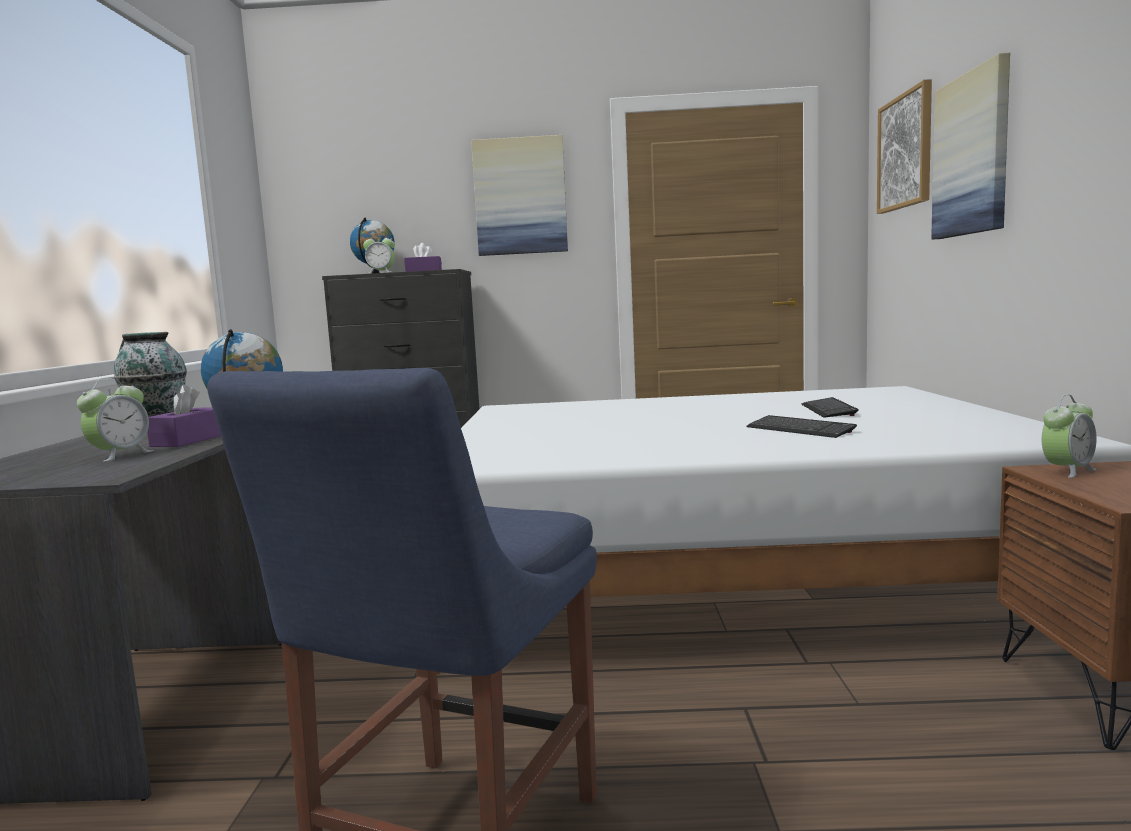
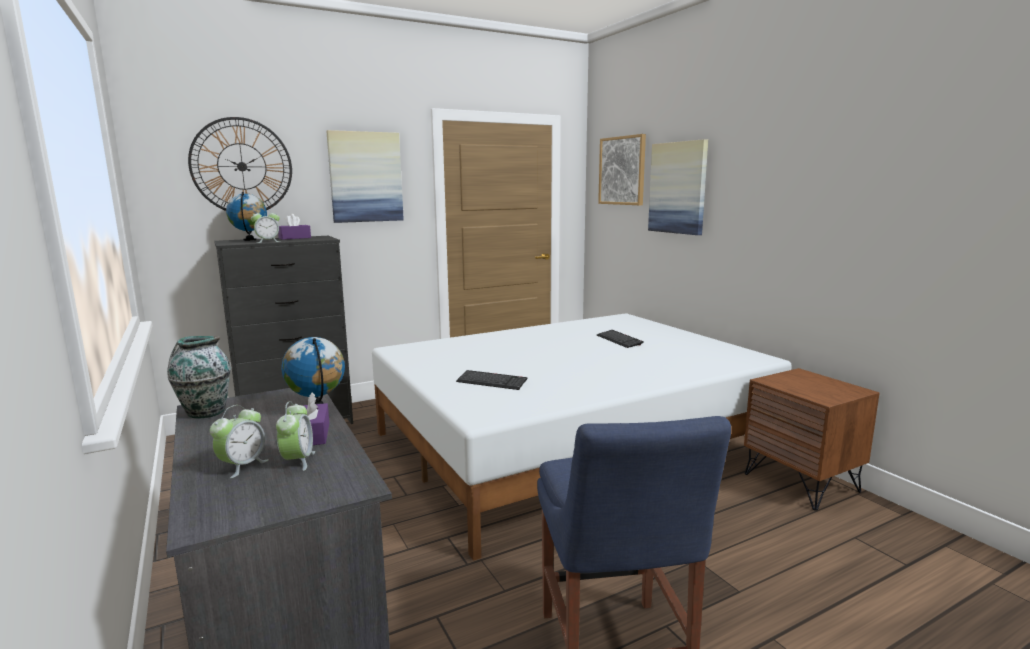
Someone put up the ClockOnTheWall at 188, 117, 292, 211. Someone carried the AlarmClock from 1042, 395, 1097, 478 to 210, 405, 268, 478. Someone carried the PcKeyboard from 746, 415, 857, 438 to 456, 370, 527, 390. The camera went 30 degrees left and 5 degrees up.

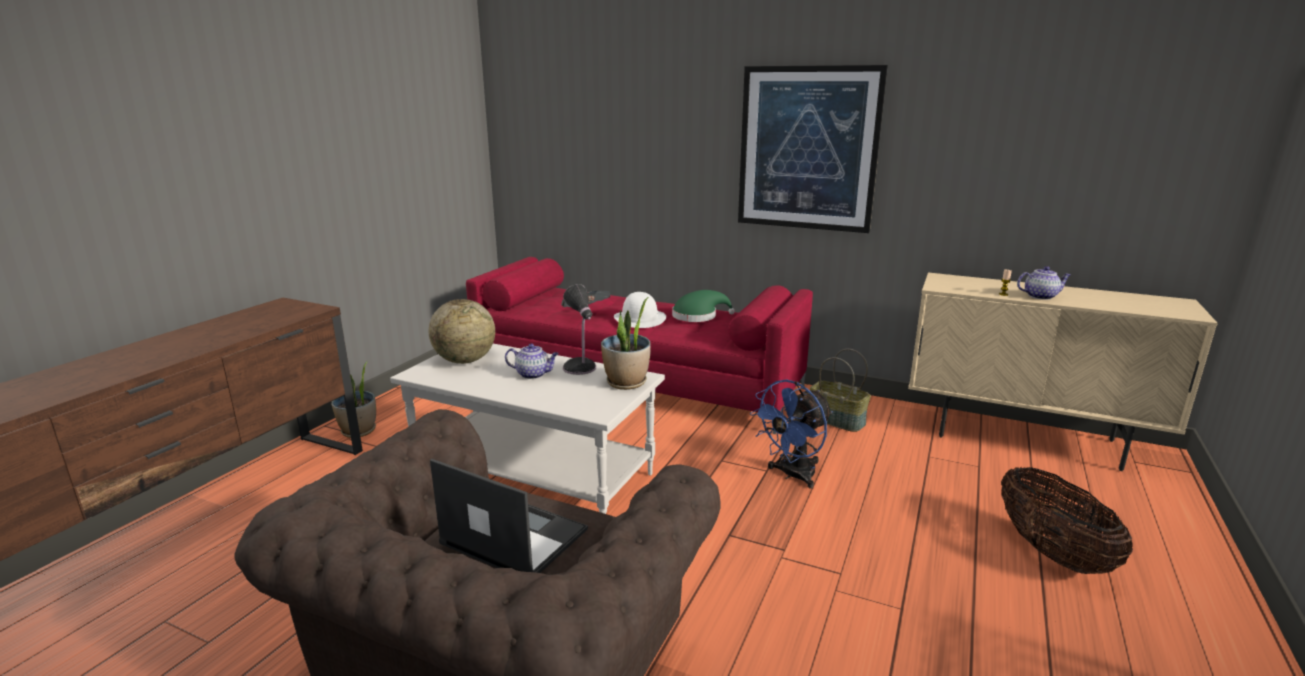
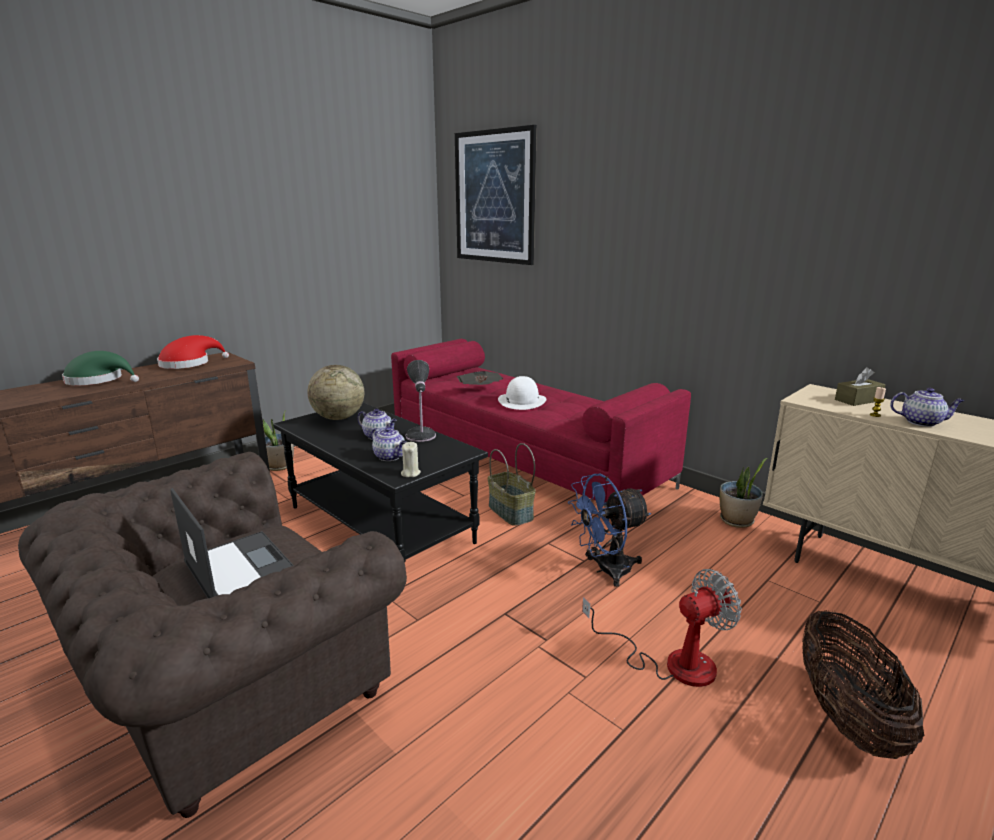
Someone carried the GreenColouredClothingHat from 672, 290, 735, 322 to 62, 351, 139, 385. Someone put down the ReddishClothingHat at 157, 335, 229, 369. Someone repainted the WhiteColouredLowTable at 390, 344, 665, 514, which became the BlackLowTable at 273, 403, 488, 562. Someone put down the PotForTea at 372, 427, 406, 461. Someone put down the BeigeWaxLight at 401, 442, 421, 477. Someone carried the Picture from 738, 65, 888, 233 to 455, 125, 537, 265. Someone carried the StorageBasket from 810, 349, 871, 432 to 488, 443, 536, 526. Someone put down the CoolingFan at 582, 569, 742, 687. Someone carried the PlantInAPot from 601, 297, 651, 390 to 720, 458, 767, 528. Someone put down the BrownTissueBox at 835, 368, 885, 406. The camera went 20 degrees right and 0 degrees up.

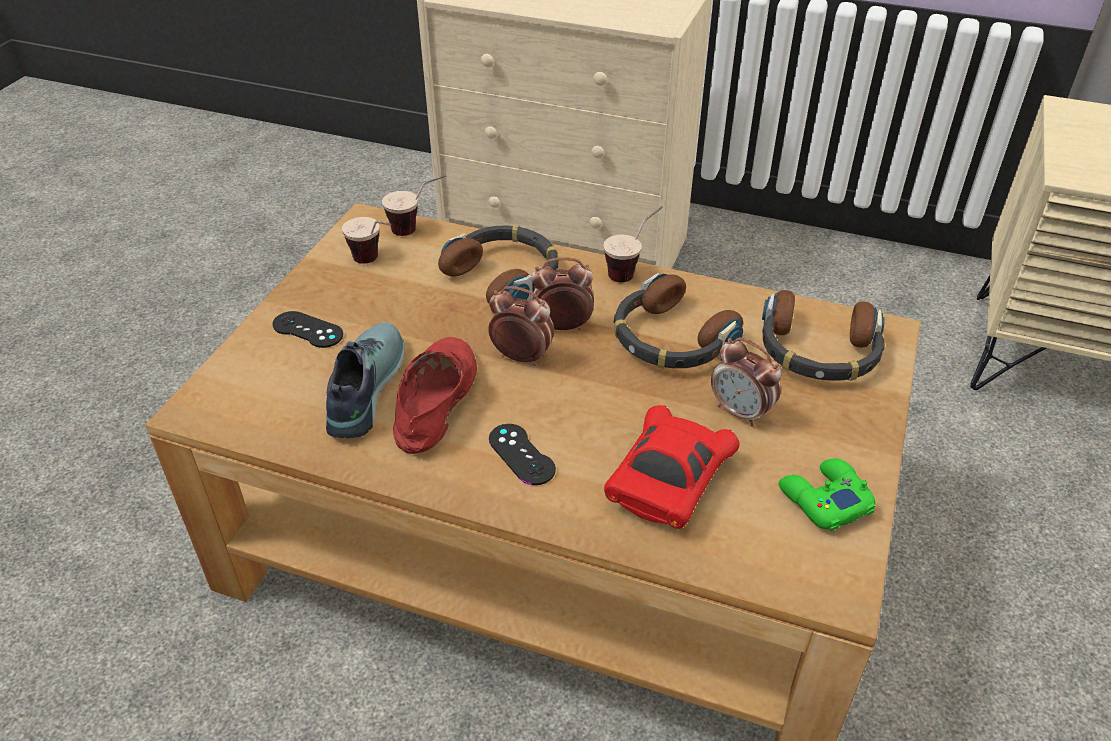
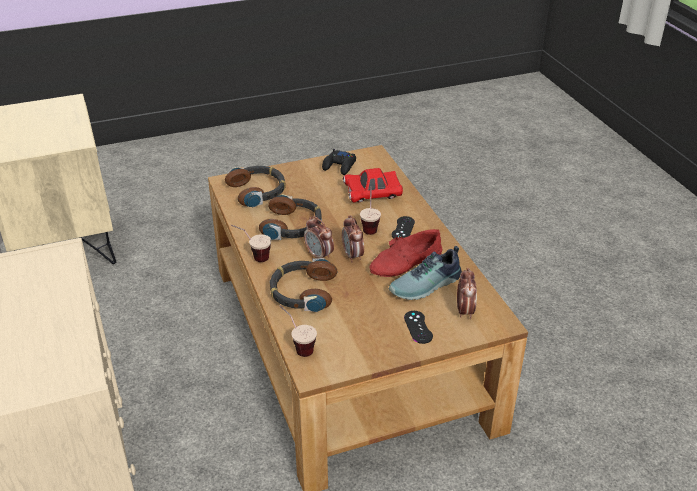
Someone repainted the GreenColouredGamepad at 779, 458, 876, 531, which became the BlackGamepad at 322, 149, 356, 175. Someone carried the Cup from 342, 217, 391, 264 to 360, 187, 381, 235. Someone carried the AlarmClock from 711, 337, 782, 427 to 457, 268, 477, 319. The camera went 130 degrees left and 5 degrees down.

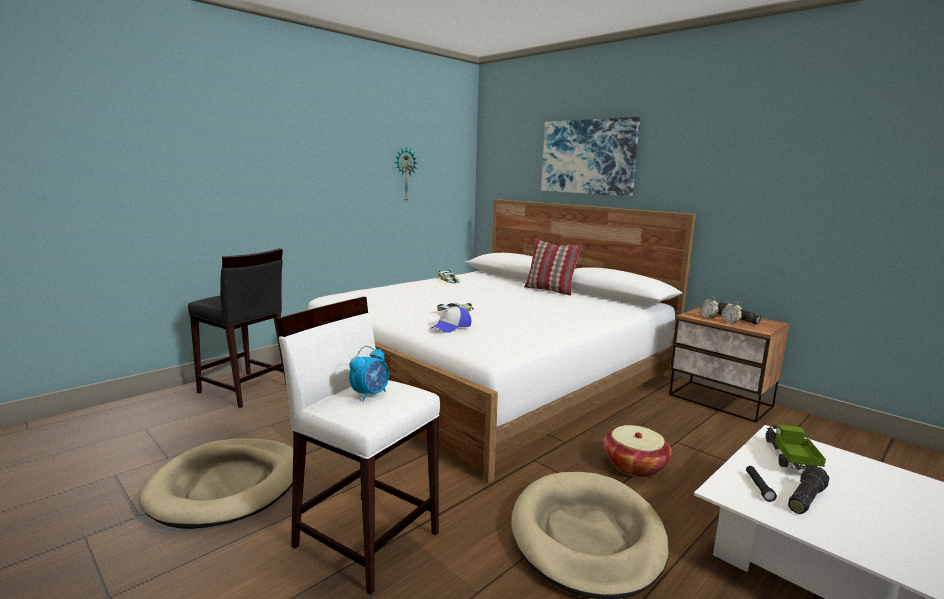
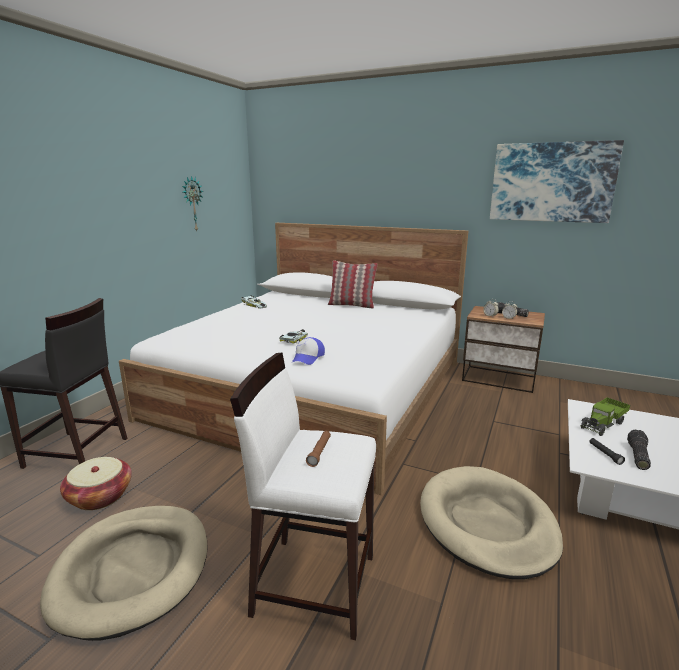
Someone carried the StorageBasket from 603, 425, 671, 477 to 60, 457, 132, 510. Someone swapped the AlarmClock at 349, 346, 389, 401 for the BrownHandTorch at 306, 431, 331, 467. Someone carried the Picture from 541, 117, 640, 196 to 490, 140, 624, 223. Someone rotated the ModelTruck at 766, 425, 826, 470 by 120 degrees counterclockwise. The camera went 20 degrees left and 5 degrees up.

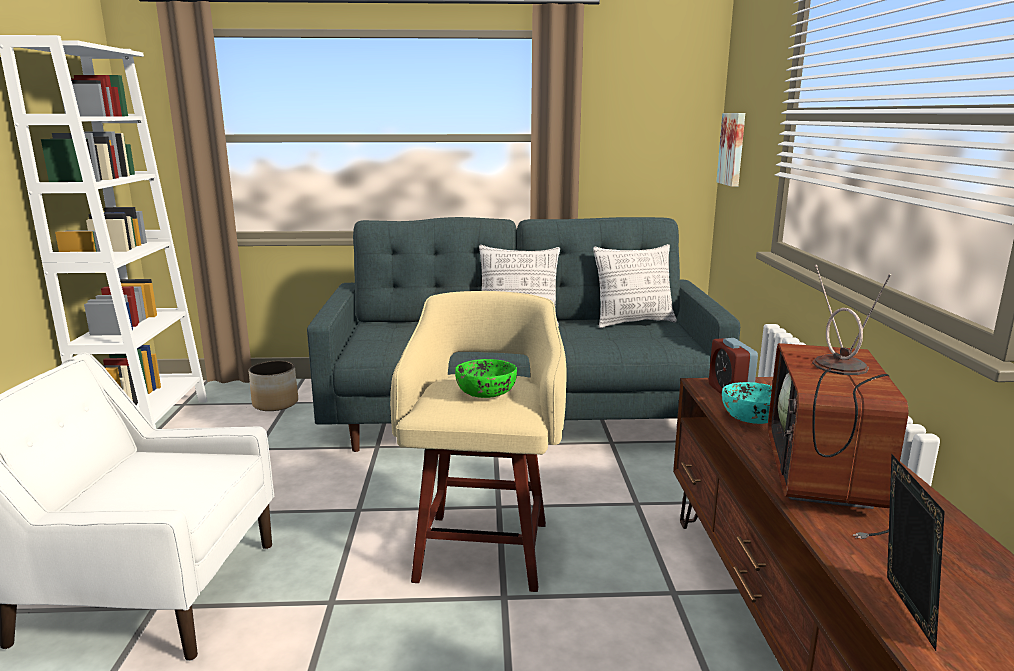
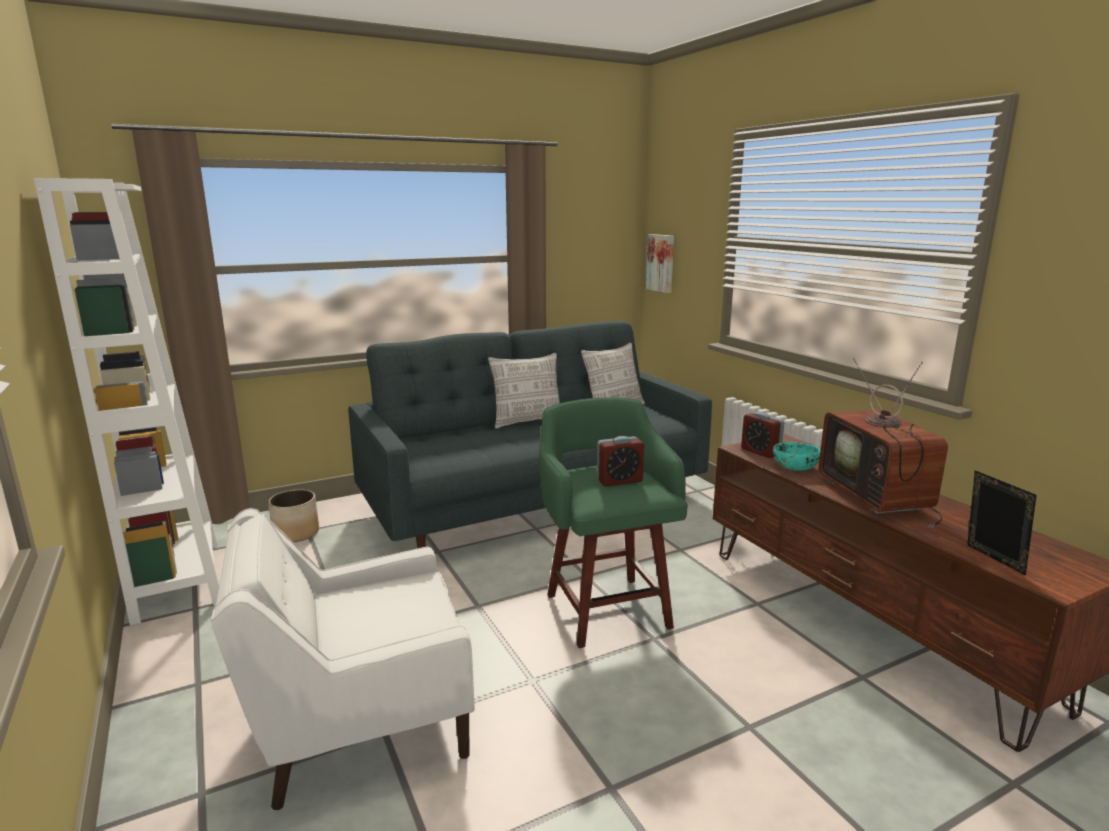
Someone repainted the BeigeSittingStool at 390, 291, 566, 592, which became the GreenColouredSittingStool at 539, 397, 688, 648. Someone swapped the GreenColouredBowl at 455, 359, 517, 398 for the AlarmClock at 597, 436, 644, 486. The camera went 25 degrees left and 0 degrees up.

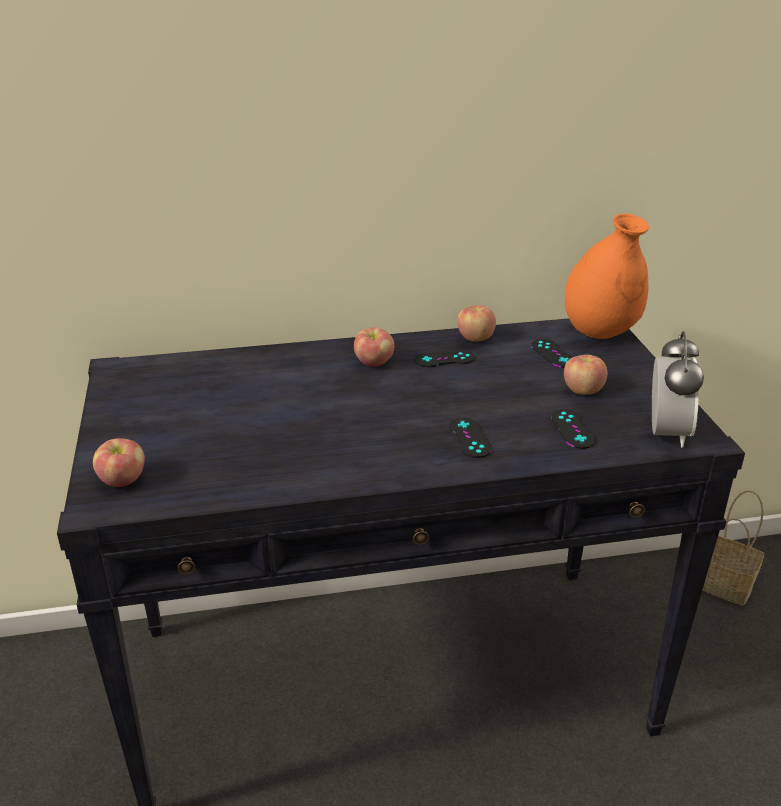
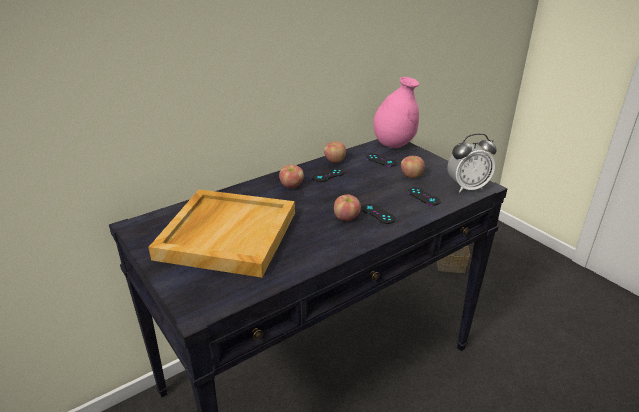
Someone put down the BeigeTray at 148, 190, 295, 278. Someone carried the AppleFruit from 93, 438, 145, 487 to 334, 195, 361, 221. Someone repainted the OrangeColouredDecorativeVase at 565, 214, 649, 339, which became the PinkishDecorativeVase at 374, 77, 419, 148. Someone rotated the AlarmClock at 652, 331, 704, 448 by 90 degrees clockwise. The camera went 25 degrees left and 0 degrees up.

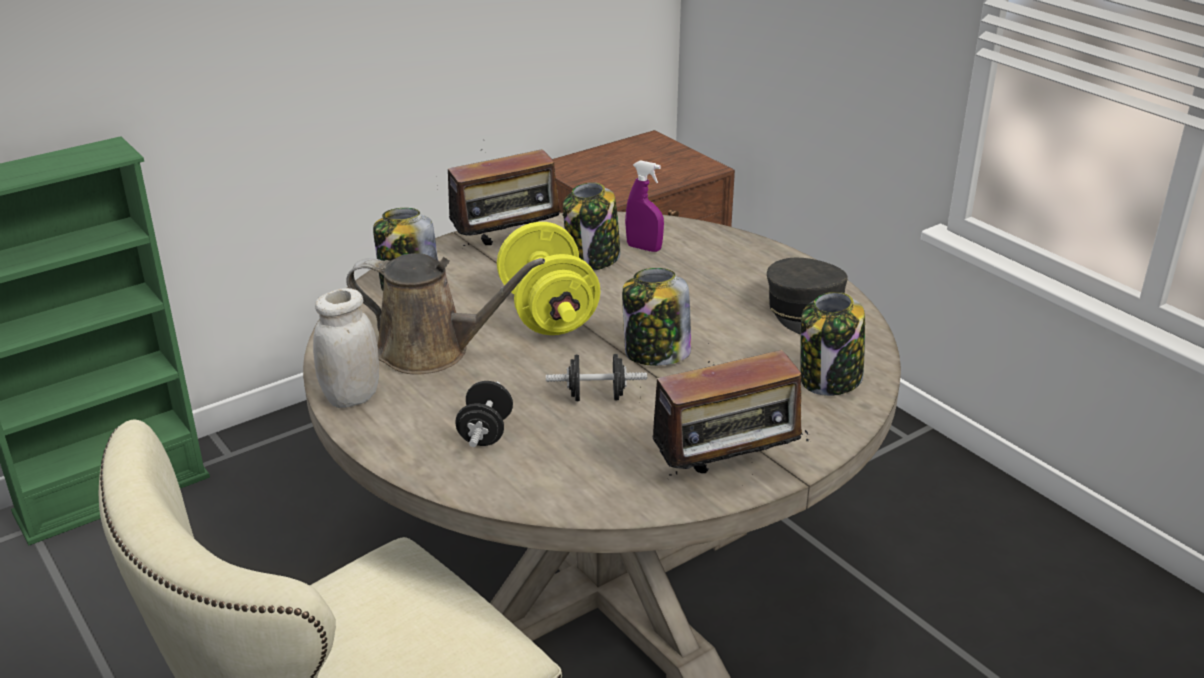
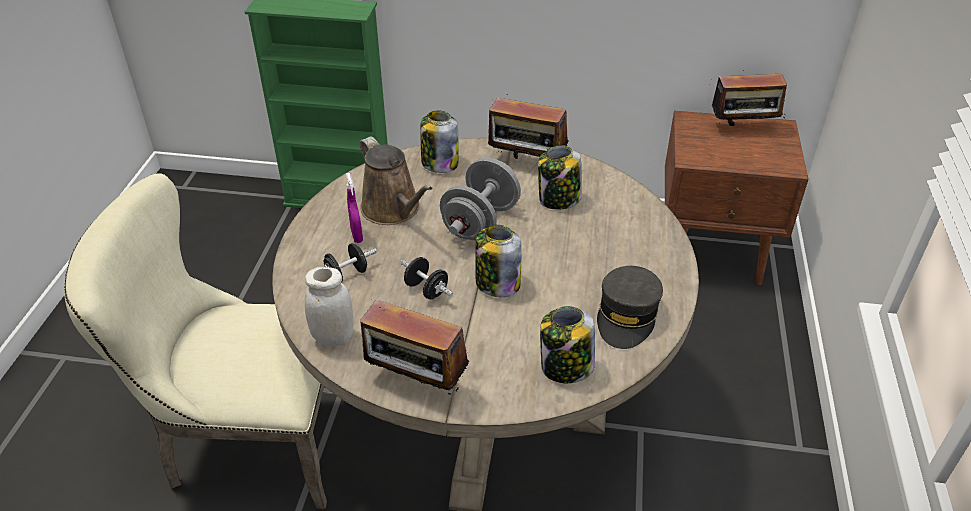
Someone carried the WhiteColouredJar from 313, 288, 379, 408 to 305, 267, 354, 347. Someone carried the PurplishSprayer from 625, 160, 664, 252 to 346, 173, 363, 243. Someone repainted the YellowHandWeight at 497, 222, 601, 335, which became the GreyHandWeight at 440, 158, 521, 240. Someone put down the RadioReceiver at 710, 70, 787, 126. The camera went 45 degrees right and 10 degrees up.

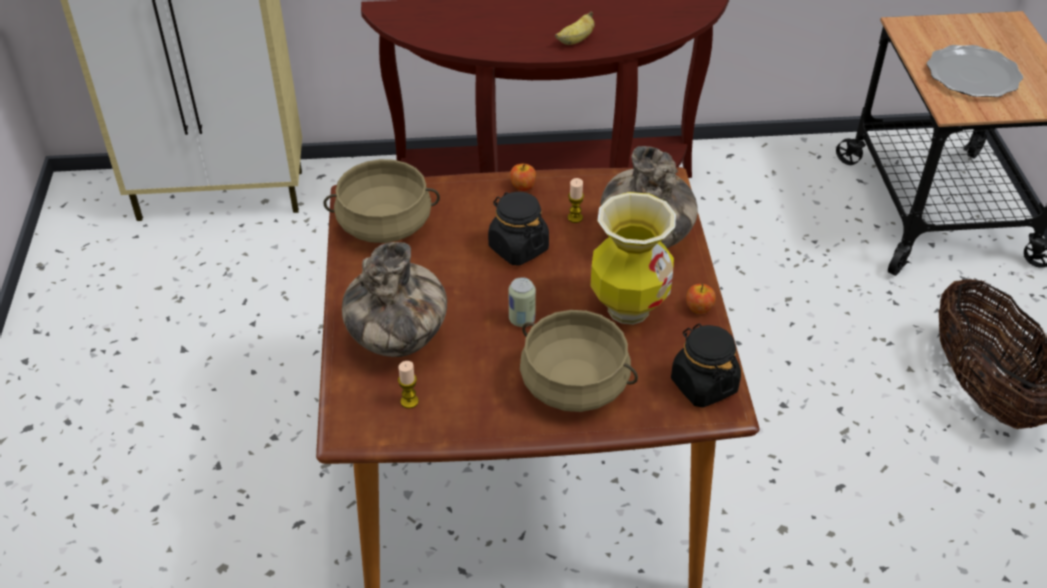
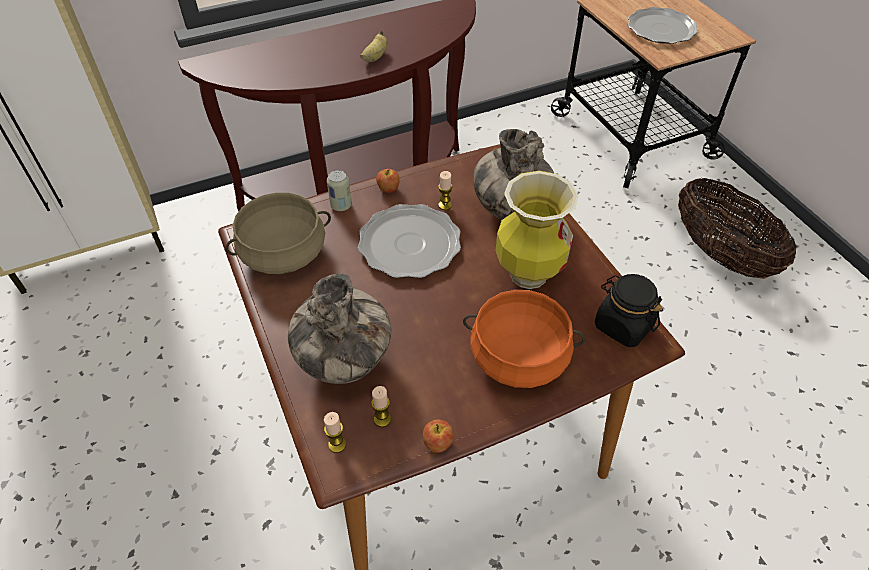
Someone put down the WaxLight at 324, 412, 346, 453. Someone carried the SealedCan from 508, 277, 536, 327 to 327, 170, 352, 211. Someone swapped the BlackJar at 488, 192, 549, 266 for the DinnerPlate at 358, 204, 461, 278. Someone carried the AppleFruit from 686, 283, 716, 314 to 423, 419, 454, 453. Someone repainted the BeigeCookingPot at 520, 310, 638, 412, which became the OrangeColouredCookingPot at 463, 290, 586, 388. The camera went 20 degrees left and 5 degrees up.

